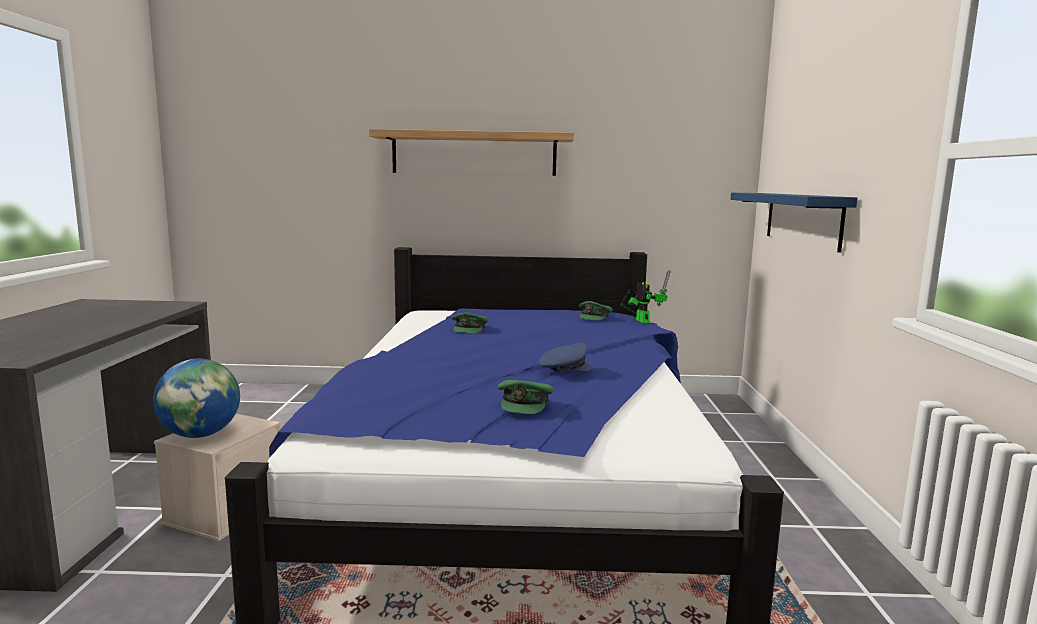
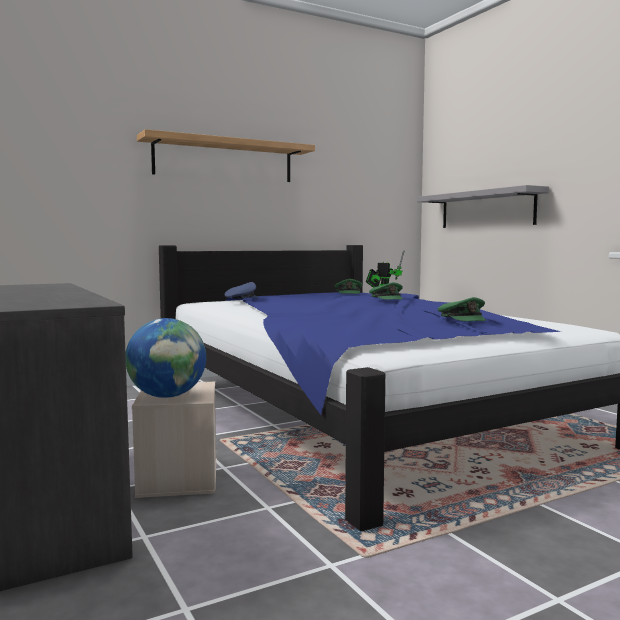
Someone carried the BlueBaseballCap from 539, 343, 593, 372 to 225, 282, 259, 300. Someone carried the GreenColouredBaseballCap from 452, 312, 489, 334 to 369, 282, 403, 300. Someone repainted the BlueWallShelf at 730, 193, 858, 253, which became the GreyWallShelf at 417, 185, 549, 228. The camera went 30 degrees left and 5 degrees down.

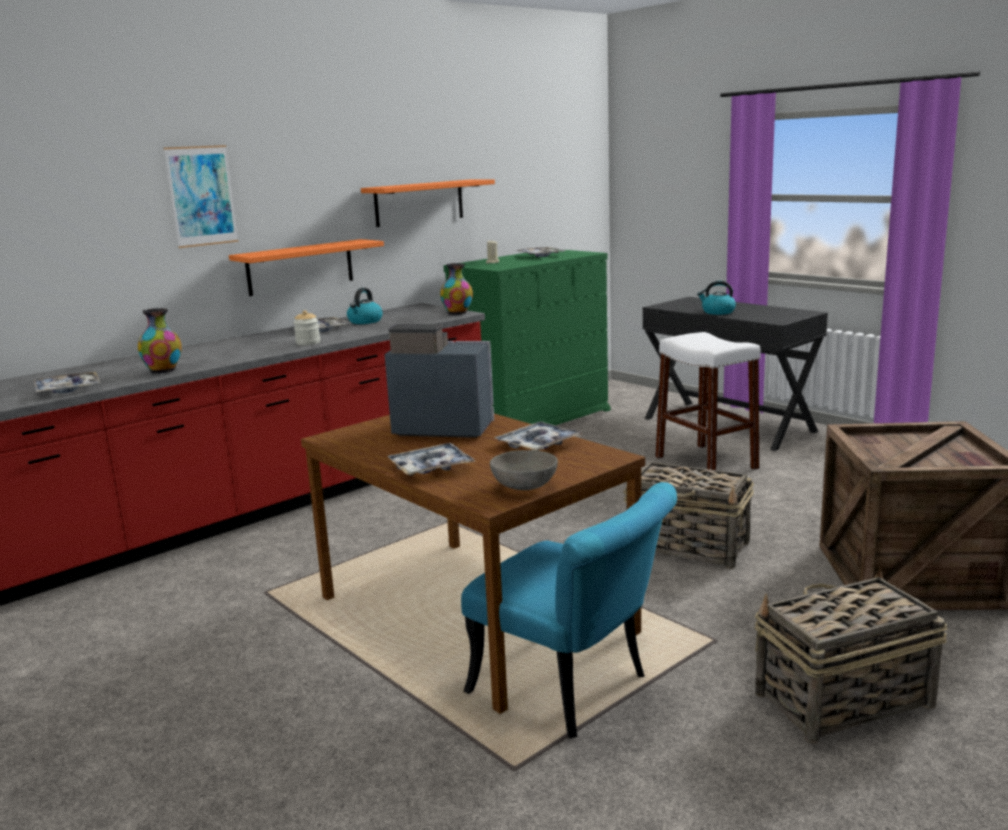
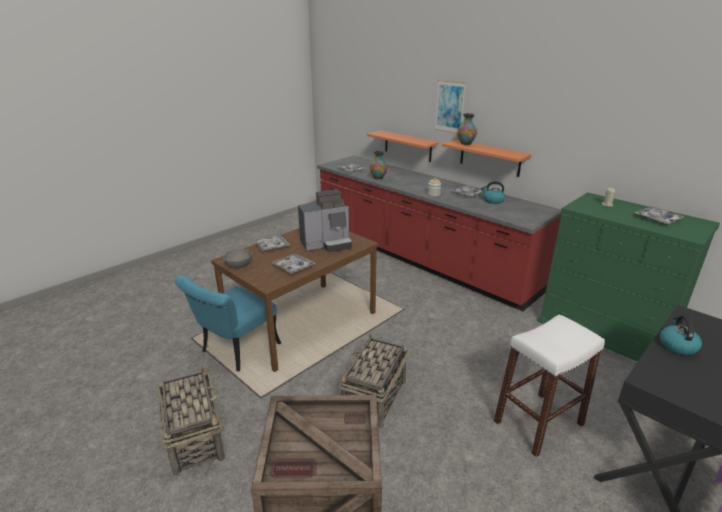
Someone rotated the CoffeeBrewer at 384, 324, 494, 438 by 60 degrees clockwise. Someone carried the OrangeColouredWallShelf from 361, 179, 495, 227 to 367, 130, 439, 162. Someone carried the DecorativeVase from 440, 263, 473, 315 to 457, 113, 477, 145. The camera went 85 degrees right and 10 degrees up.

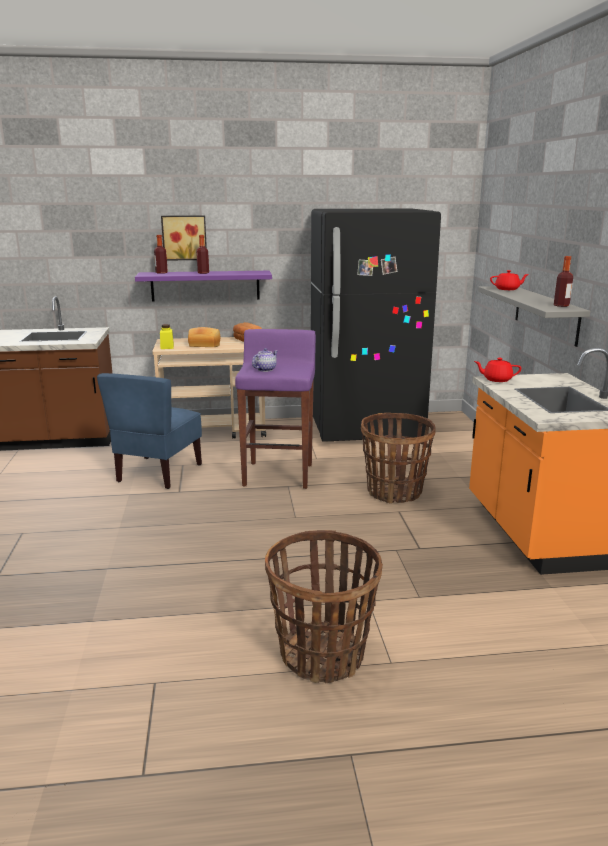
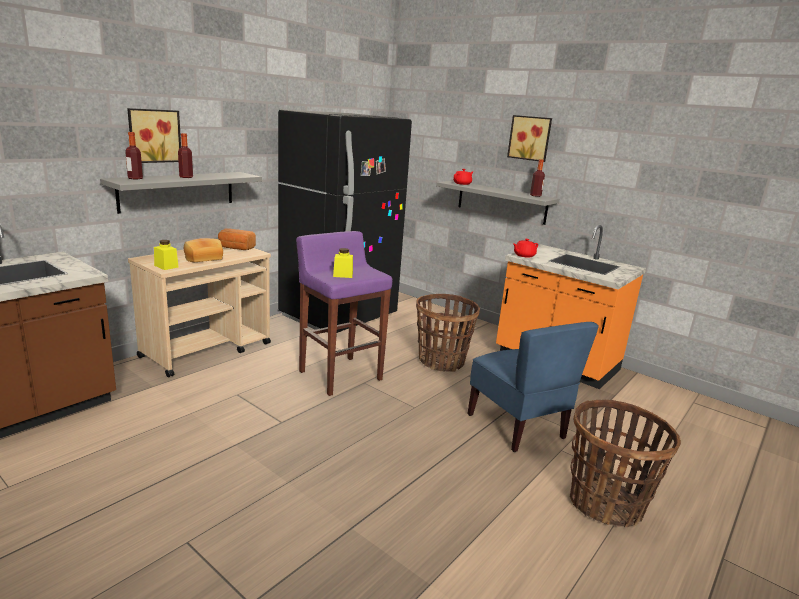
Someone repainted the PurplishWallShelf at 135, 271, 272, 301, which became the GreyWallShelf at 100, 172, 262, 214. Someone swapped the PotForTea at 252, 348, 278, 372 for the YellowJar at 333, 248, 353, 278. Someone carried the BlueUprightChair from 97, 373, 202, 489 to 467, 322, 599, 452. Someone put up the Picture at 507, 115, 552, 162. The camera went 45 degrees left and 0 degrees up.

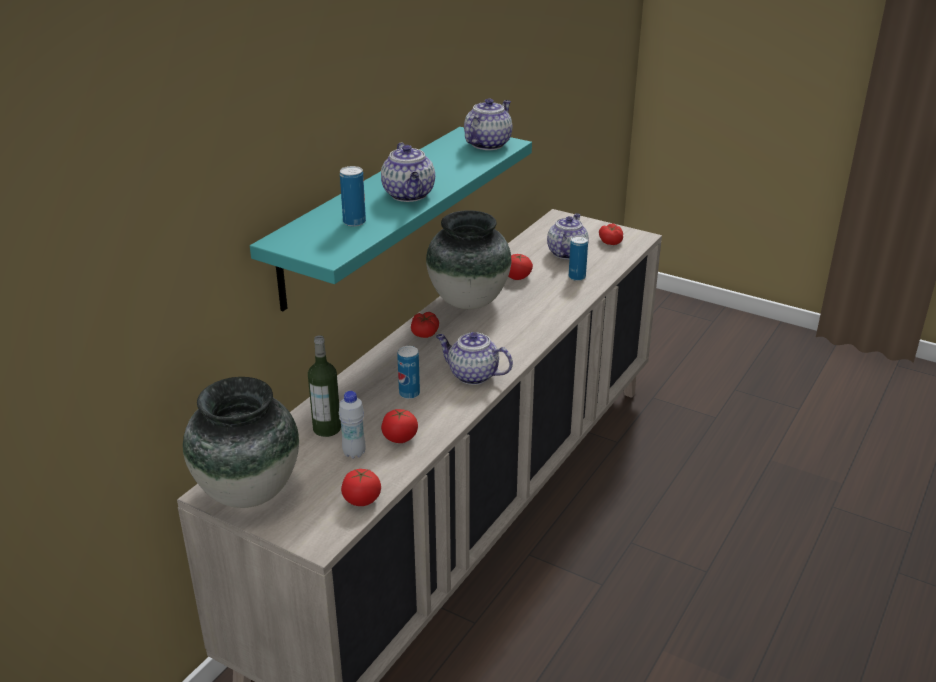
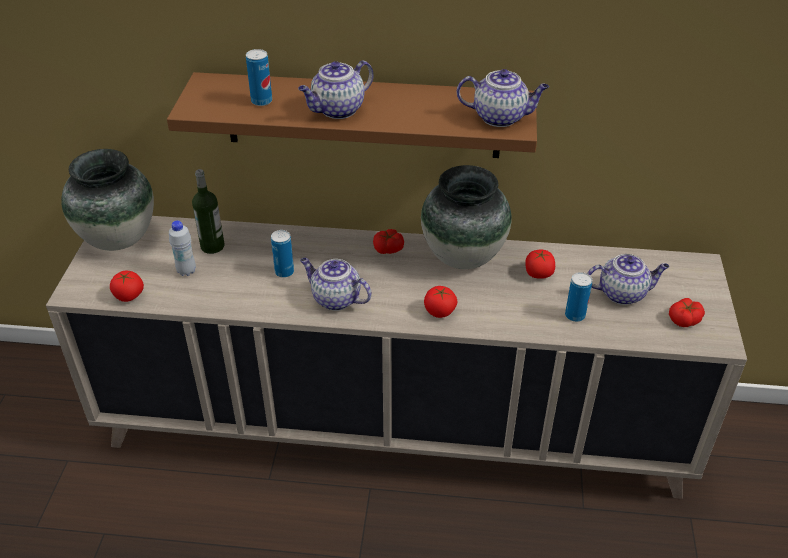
Someone repainted the BlueGreenWallShelf at 250, 127, 532, 311, which became the BrownWallShelf at 167, 72, 537, 158. Someone rotated the PotForTea at 436, 332, 513, 385 by 60 degrees counterclockwise. Someone carried the WholeTomato from 381, 409, 418, 443 to 424, 286, 457, 318. The camera went 65 degrees right and 10 degrees up.

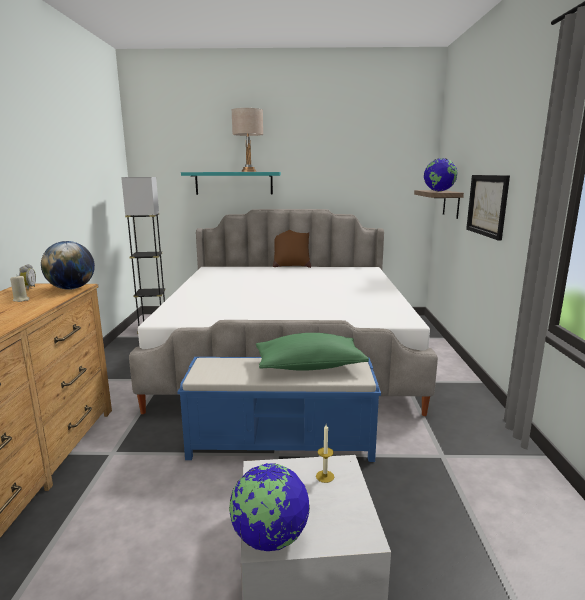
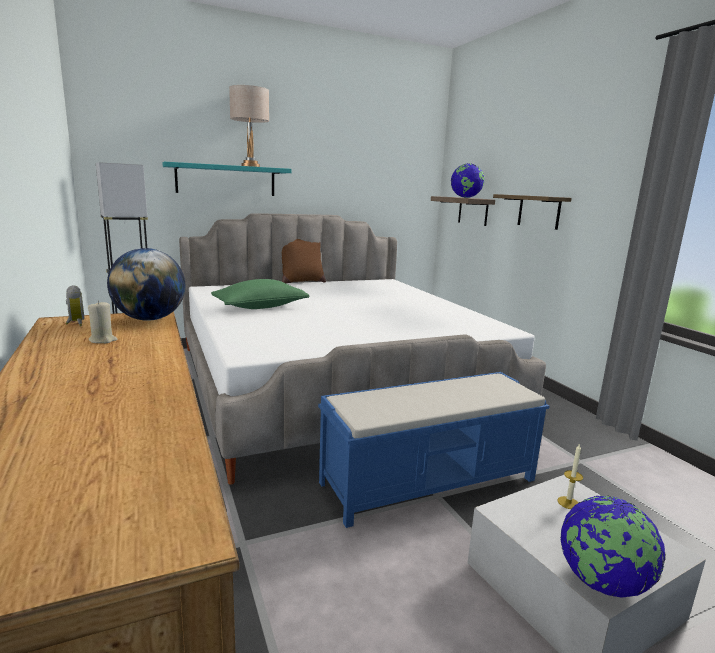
Someone carried the GreenColouredCushion from 256, 333, 369, 371 to 211, 279, 309, 309. Someone swapped the Picture at 466, 175, 510, 241 for the WallShelf at 493, 194, 572, 230. The camera went 25 degrees left and 0 degrees up.

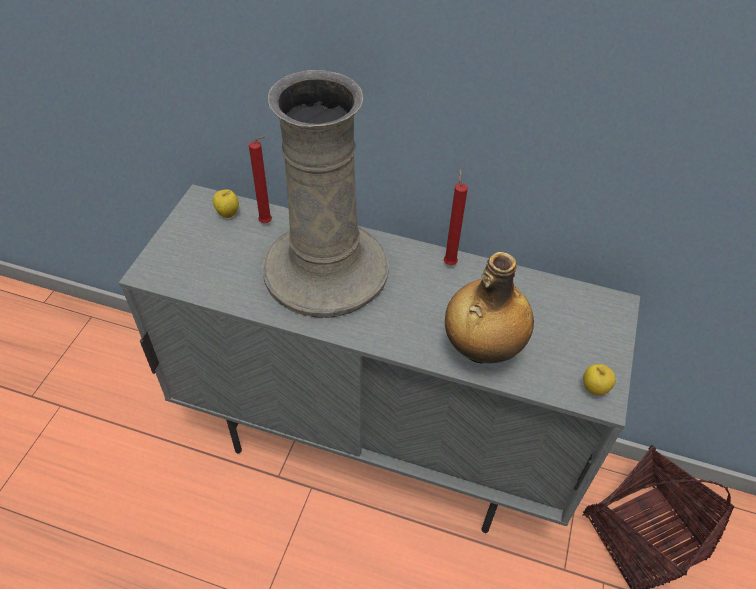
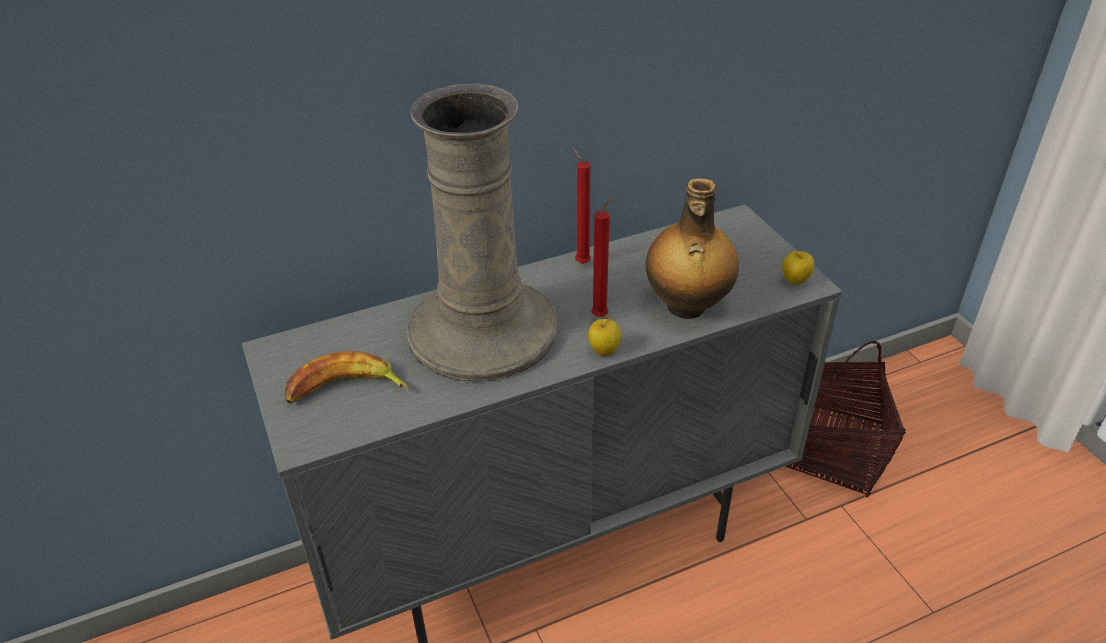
Someone put down the Banana at 285, 351, 409, 404. Someone carried the AppleFruit from 213, 189, 239, 218 to 588, 317, 621, 356. Someone carried the ReddishWaxLight from 249, 135, 272, 223 to 591, 197, 615, 317. The camera went 40 degrees left and 10 degrees down.

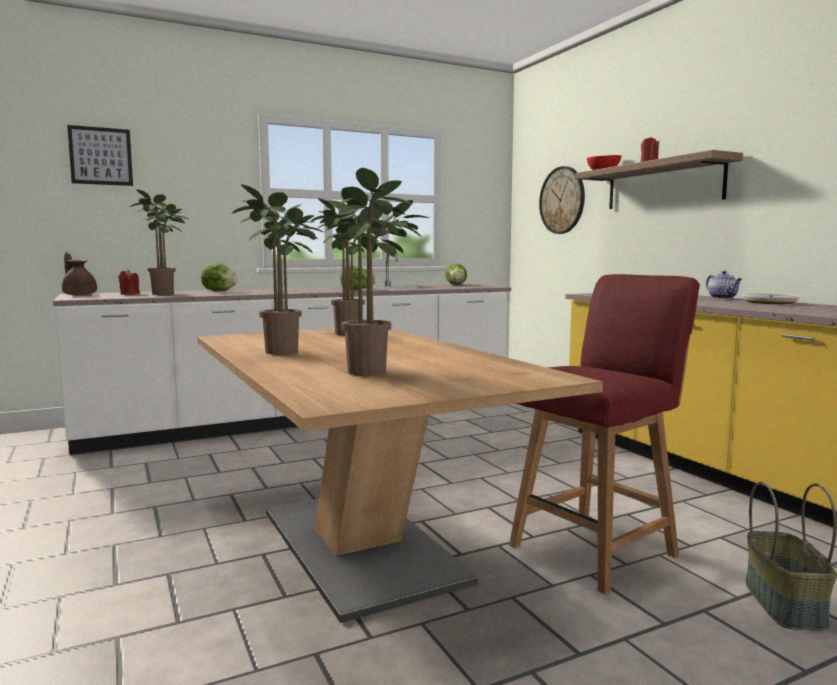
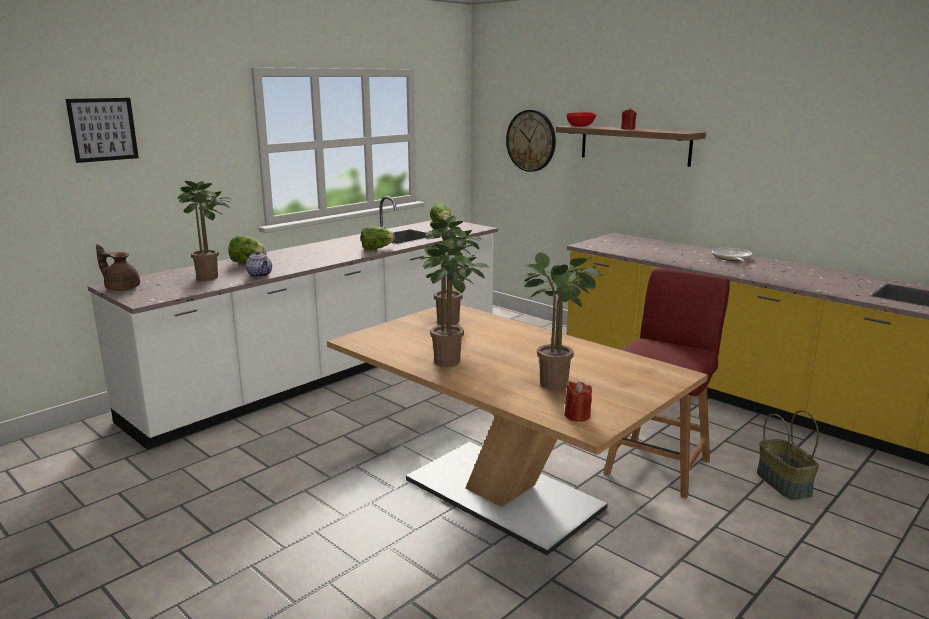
Someone carried the PotForTea from 706, 271, 742, 299 to 246, 251, 272, 277. Someone carried the ReddishWaxLight from 119, 269, 140, 295 to 565, 381, 592, 422. The camera went 20 degrees left and 10 degrees up.

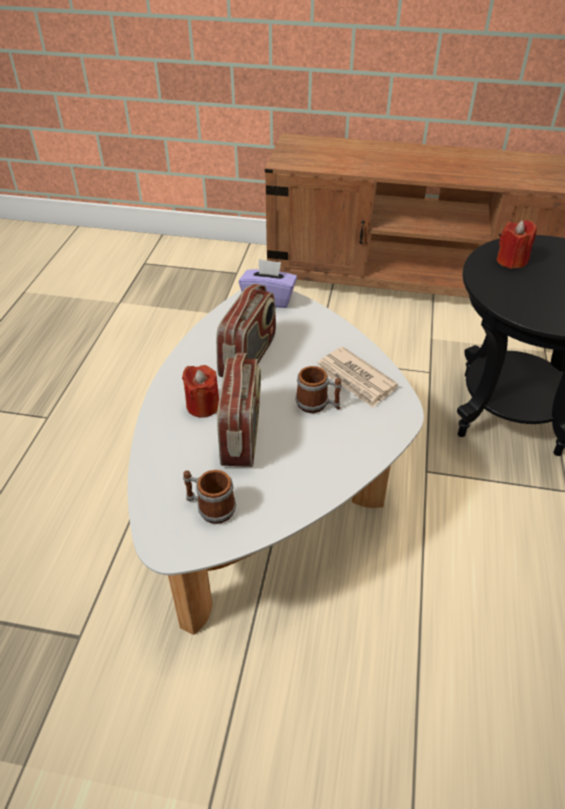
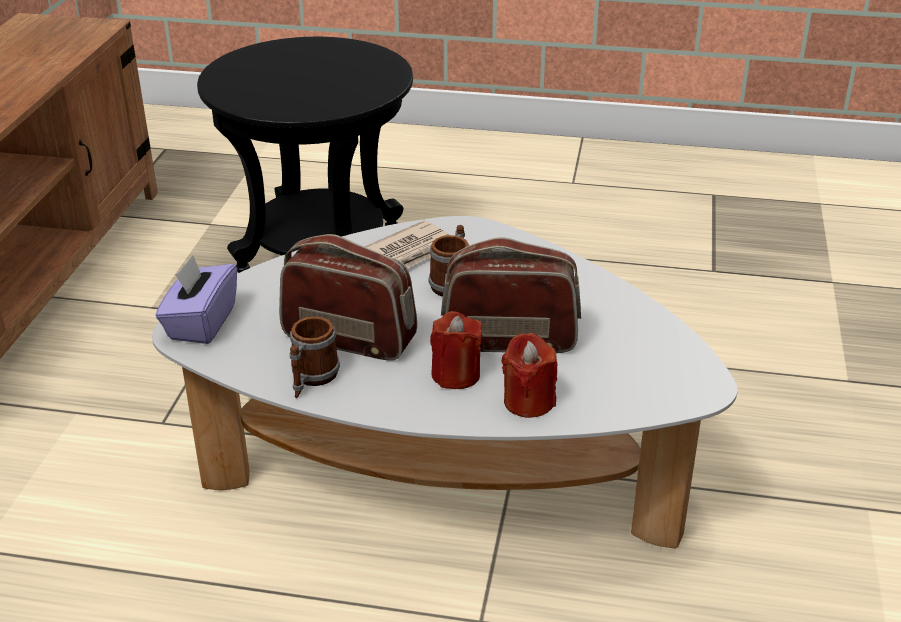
Someone carried the CoffeeMug from 183, 470, 236, 524 to 290, 317, 340, 398. Someone carried the ReddishWaxLight from 497, 220, 537, 269 to 502, 333, 557, 418. The camera went 90 degrees left and 10 degrees down.

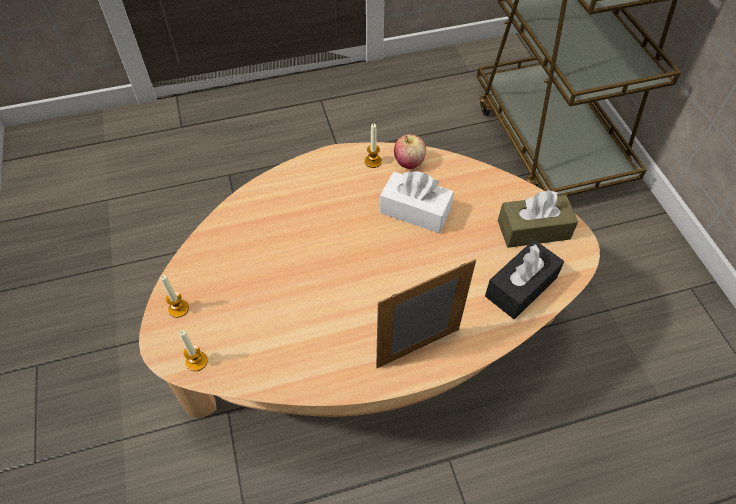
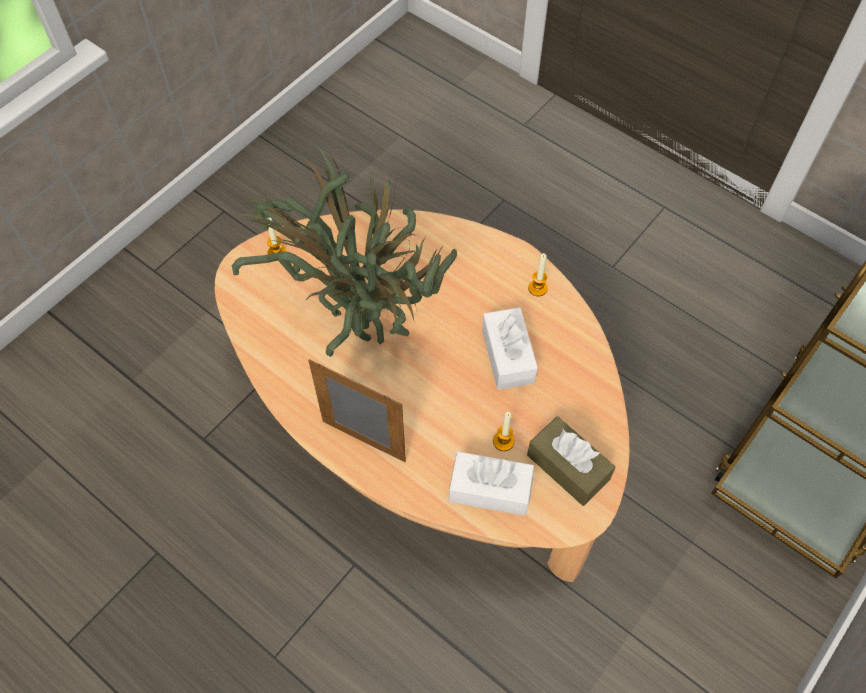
Someone put down the PlantInAPot at 232, 144, 457, 357. Someone repainted the BlackTissueBox at 485, 240, 564, 319, which became the WhiteColouredTissueBox at 449, 452, 534, 516. Someone carried the WaxLight from 179, 330, 208, 371 to 493, 412, 514, 451. Someone took away the AppleFruit at 394, 134, 426, 169. The camera went 55 degrees right and 5 degrees up.

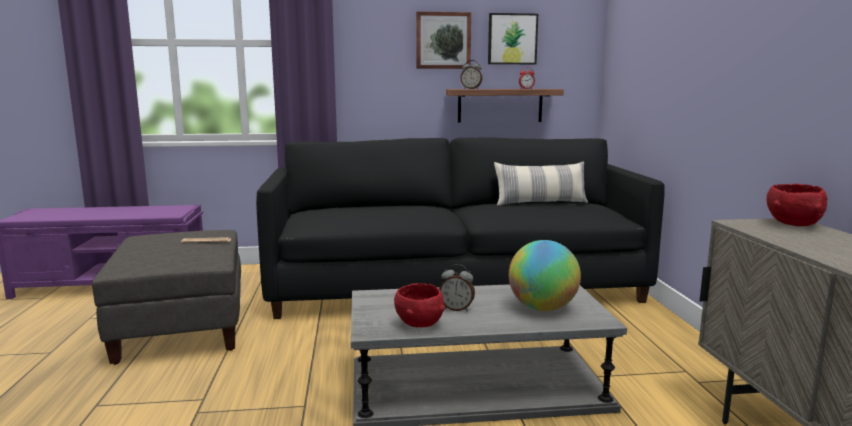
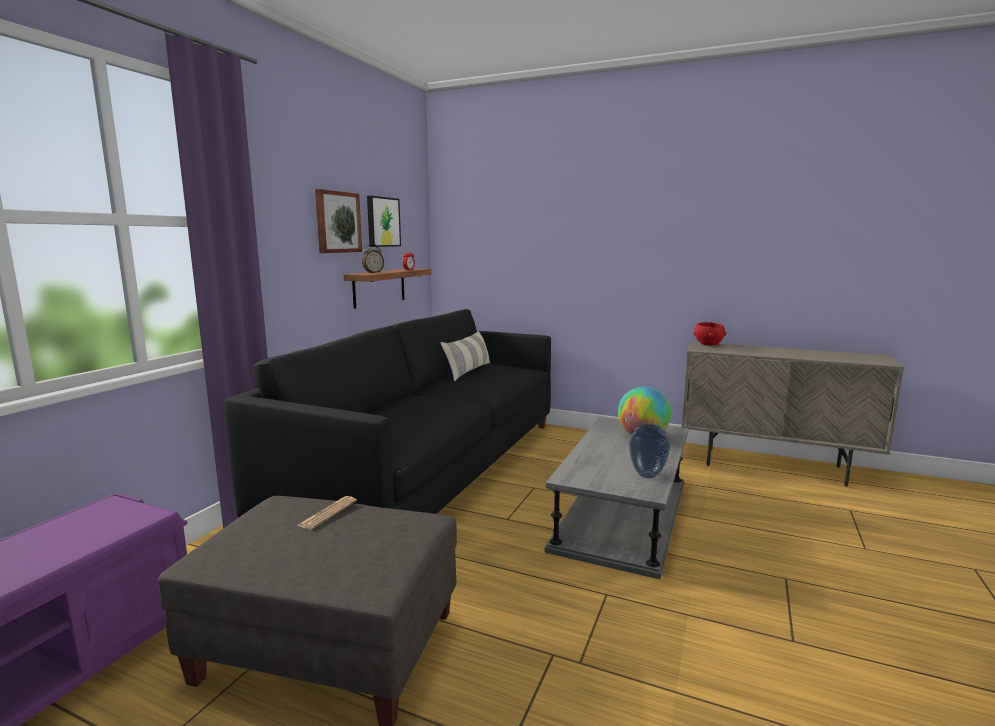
Someone swapped the ReddishBowl at 394, 283, 445, 327 for the DecorativeVase at 629, 424, 670, 478. Someone took away the AlarmClock at 439, 264, 475, 311. The camera went 60 degrees left and 0 degrees up.

